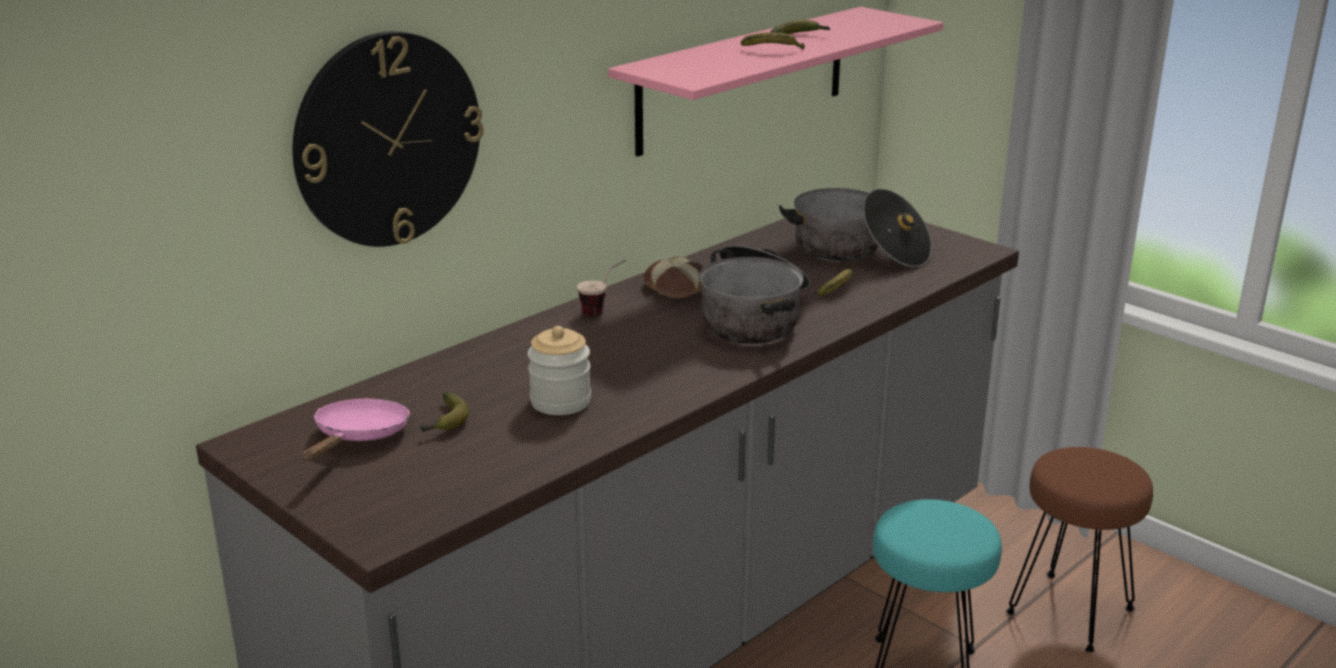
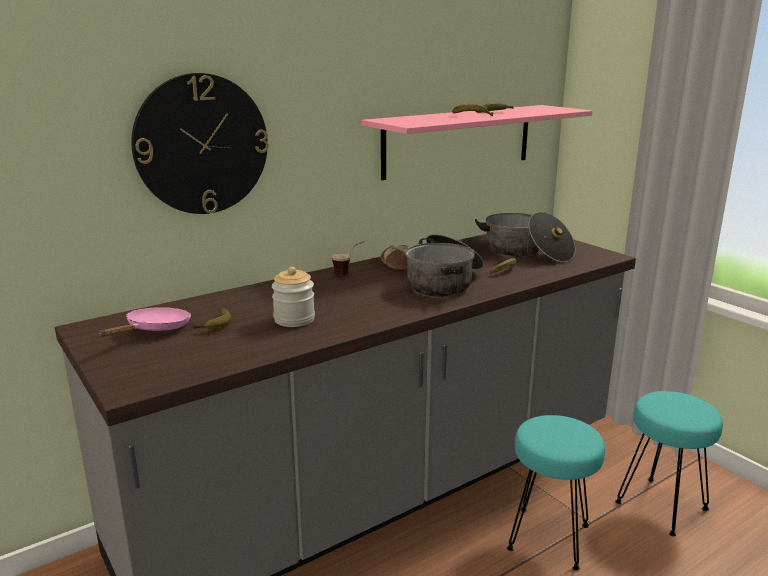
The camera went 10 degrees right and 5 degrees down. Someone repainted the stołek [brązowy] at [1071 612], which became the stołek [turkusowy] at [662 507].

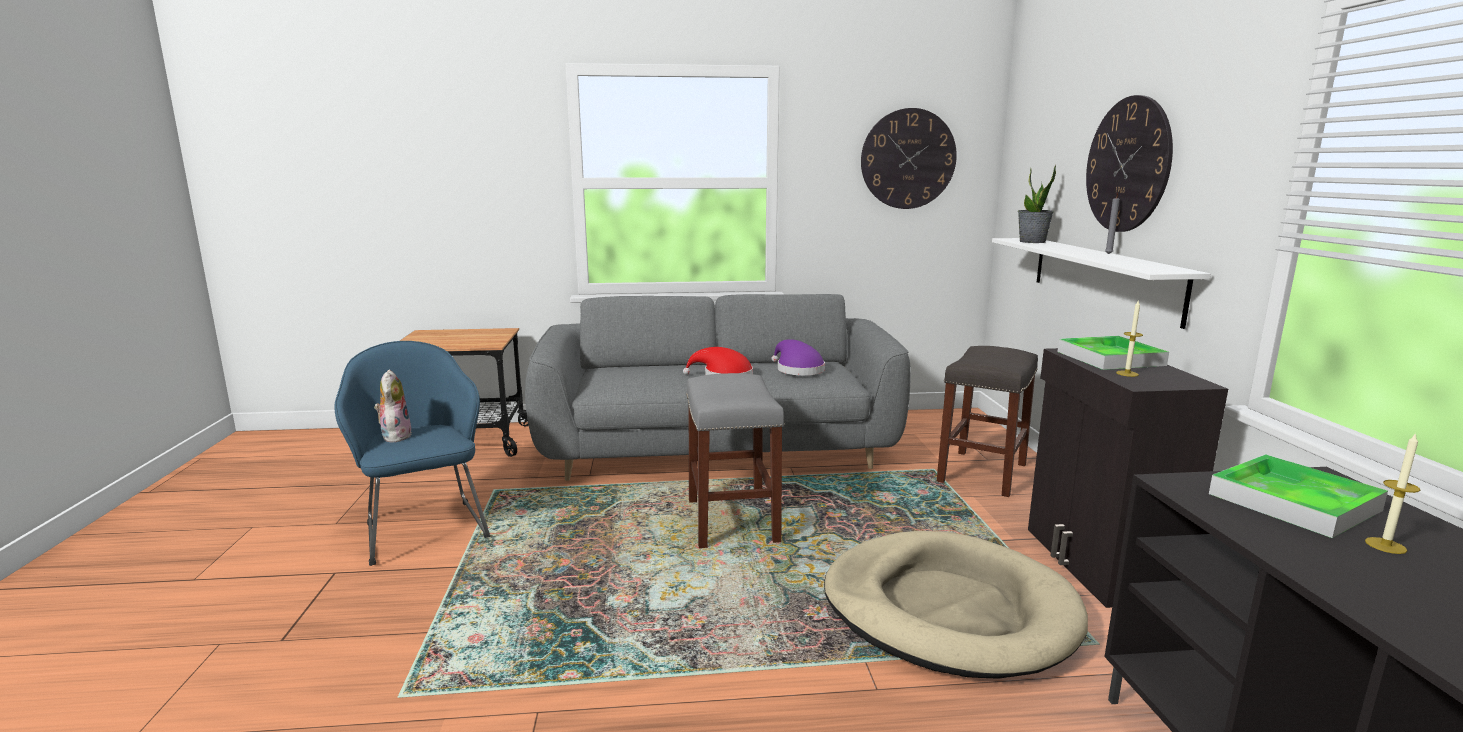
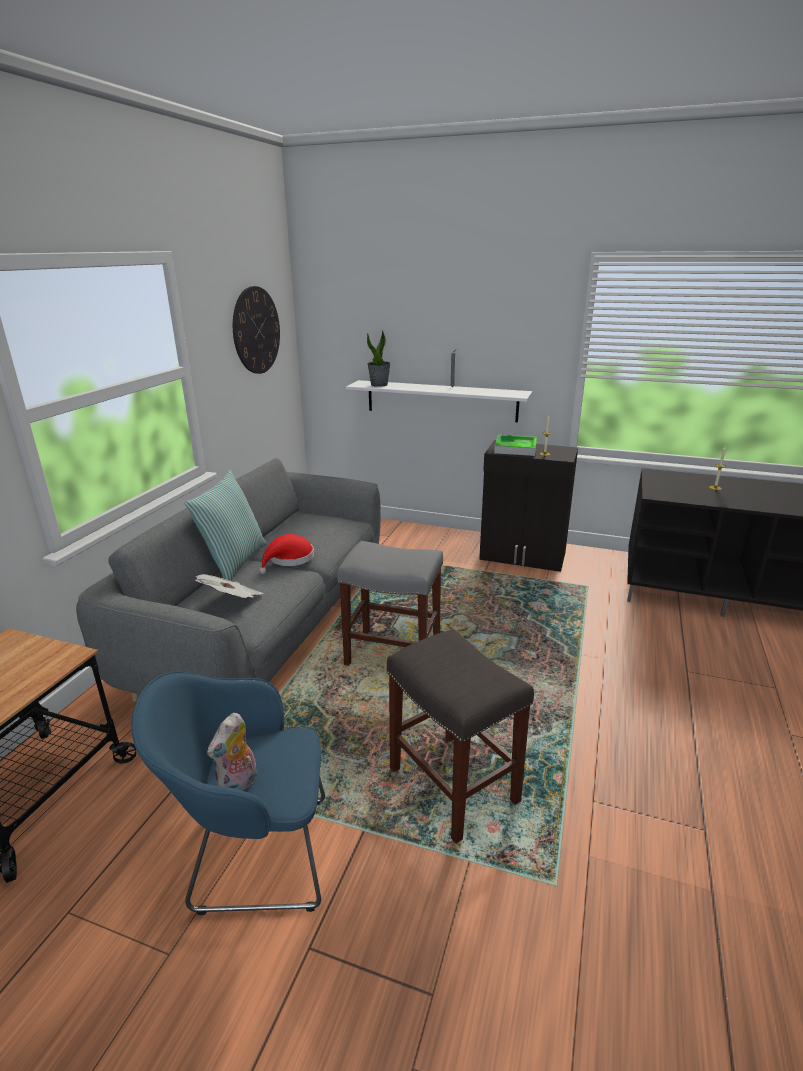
The camera went 65 degrees left and 10 degrees up. Someone took away the zegar ścienny at [1127 165]. Someone took away the kapelusz [fioletowy] at [797 369]. Someone carried the stołek [szary] from [982 472] to [451 783]. Someone rotated the pluszak at [395 436] by 75 degrees counterclockwise. Someone took away the taca at [1293 502]. Someone took away the legowisko [beżowy] at [948 610]. Someone put down the poduszka at [234 562]. Someone put down the gazeta at [231 600].

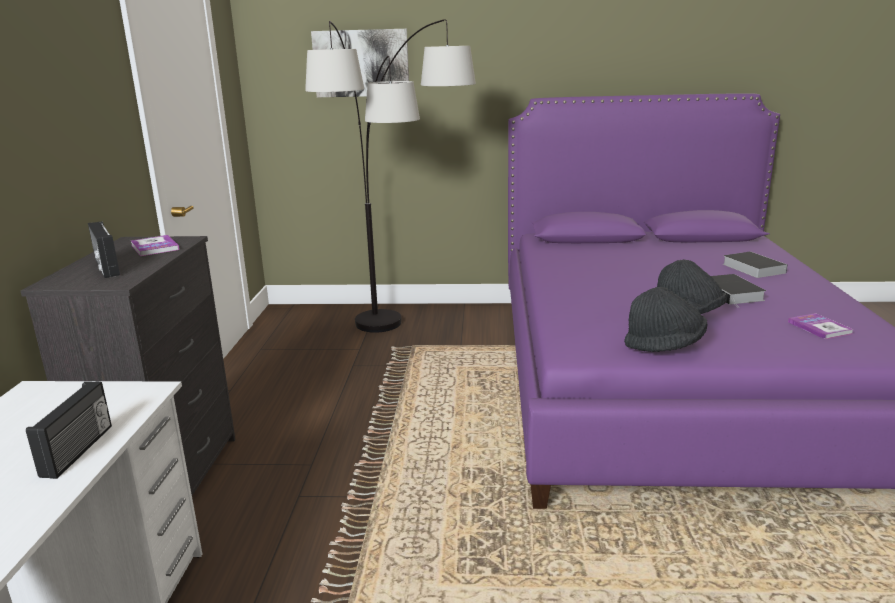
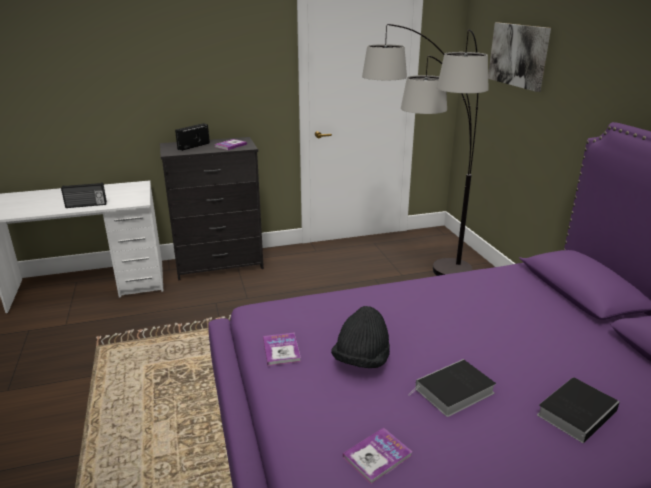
The camera went 70 degrees right and 5 degrees up. Someone swapped the kapelusz [czarny] at [664 345] for the książka at [281 350].

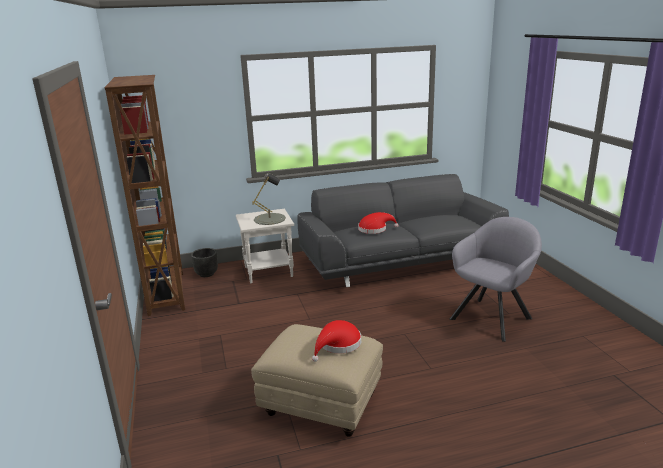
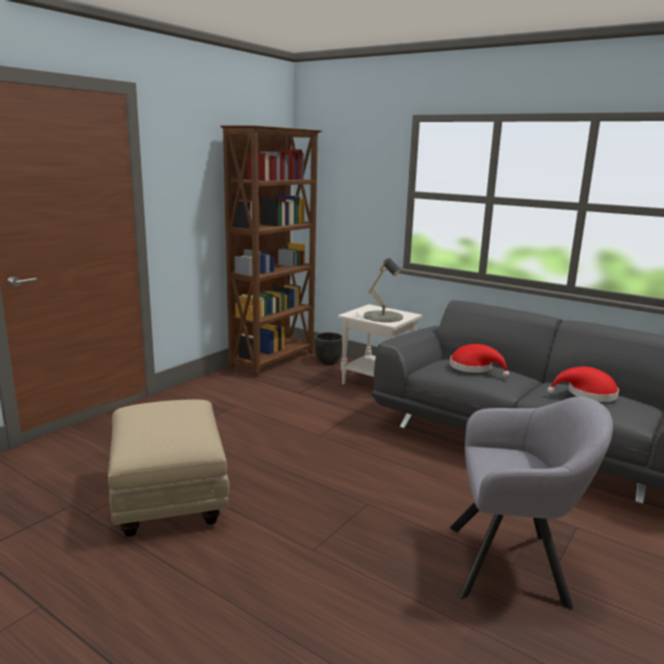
The camera went 50 degrees right and 5 degrees down. Someone carried the kapelusz [czerwony] from [338 345] to [587 394].

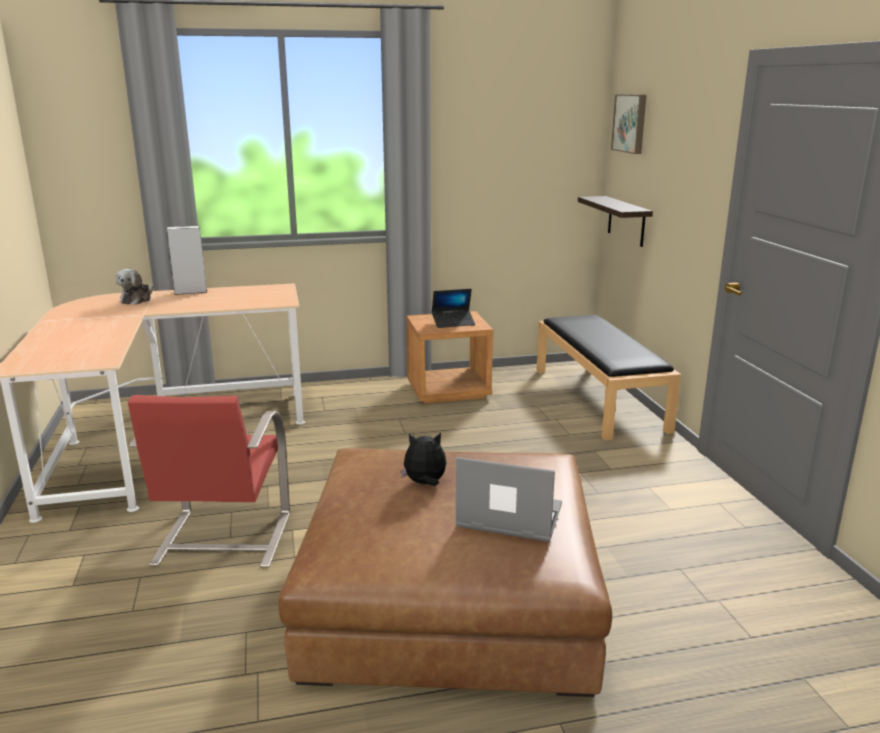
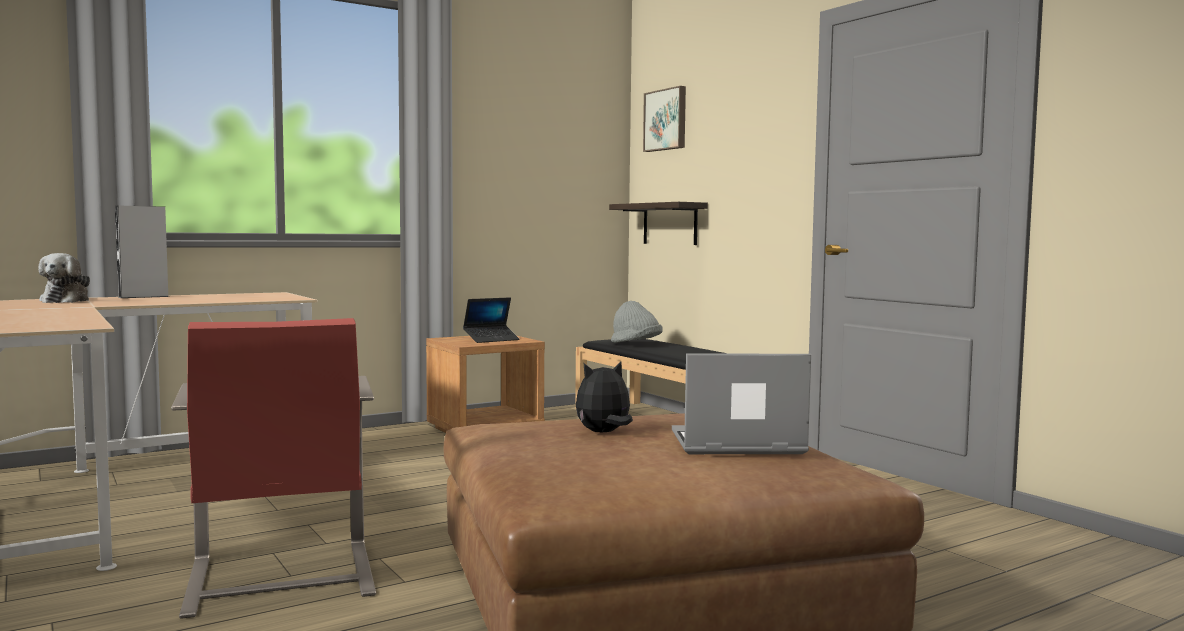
The camera went 20 degrees left and 15 degrees down. Someone put down the kapelusz [szary] at [636 344].

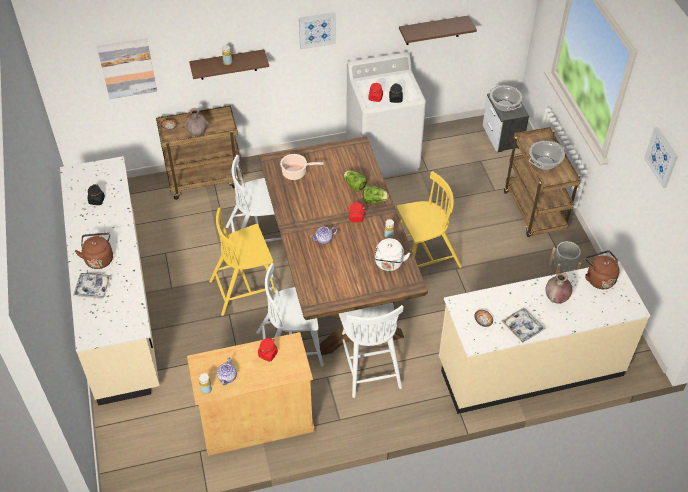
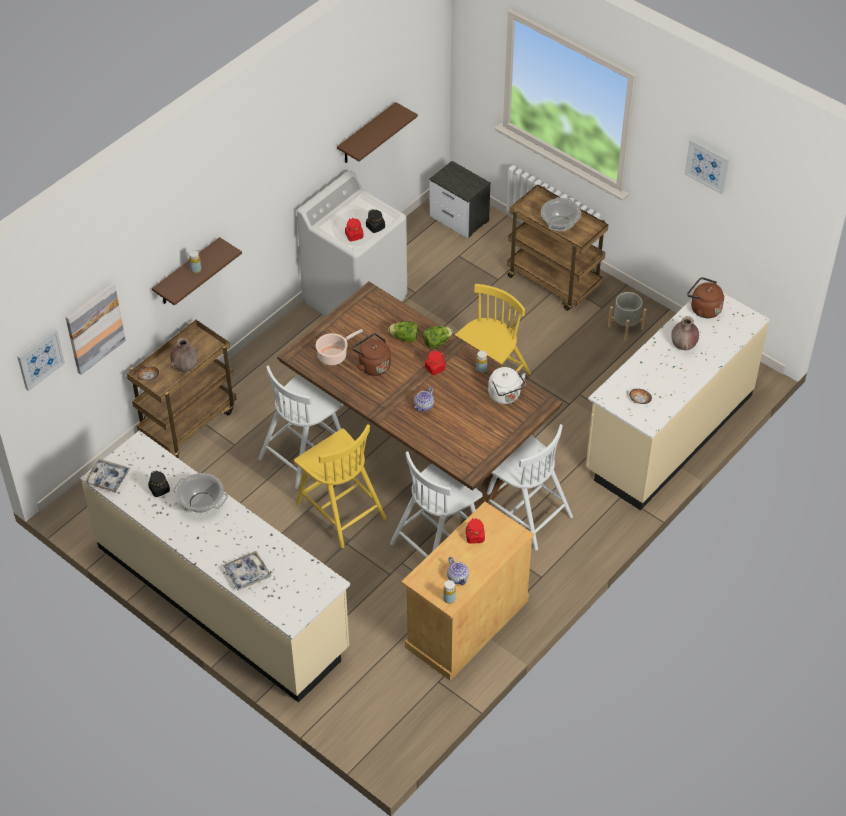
The camera went 35 degrees left and 0 degrees up. Someone carried the obraz from [317 30] to [40 359]. Someone carried the garnek from [504 105] to [201 502]. Someone rotated the krzesło [żółty] at [246 289] by 75 degrees counterclockwise. Someone carried the czajnik [brązowy] from [99 258] to [373 365]. Someone carried the taca from [522 327] to [107 478].

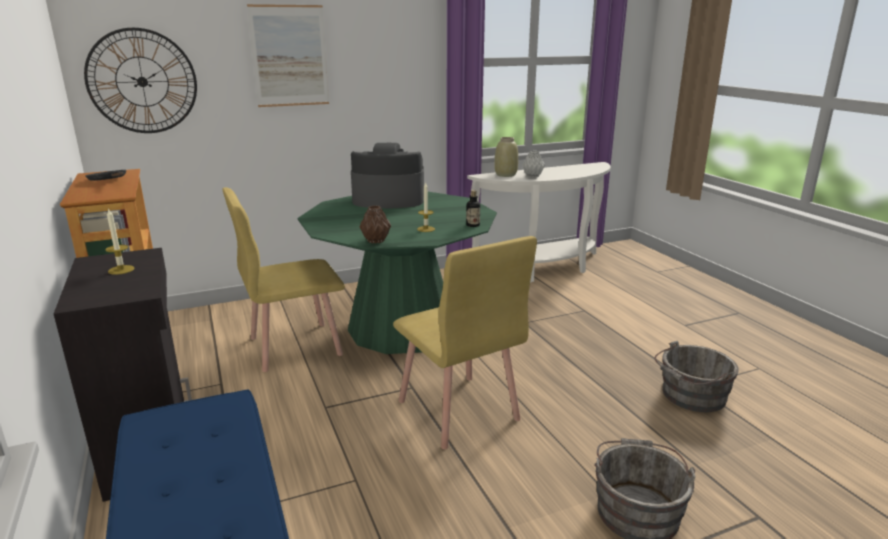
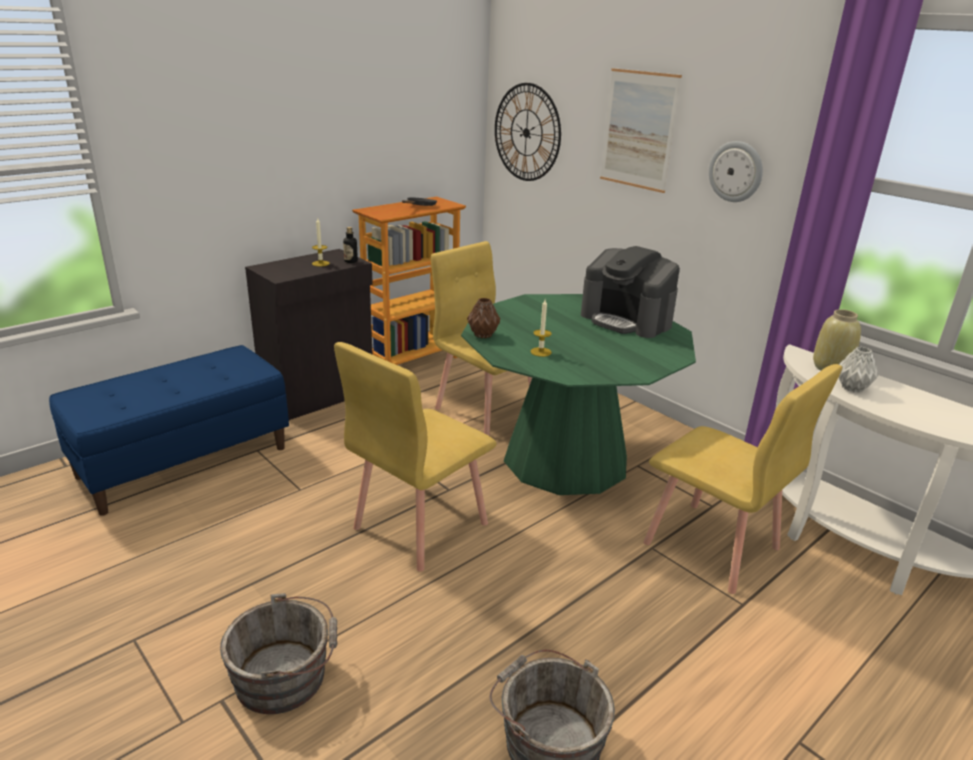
The camera went 70 degrees right and 5 degrees up. Someone rotated the ekspres do kawy at [388 200] by 150 degrees clockwise. Someone carried the butelka from [473 225] to [351 261]. Someone put up the zegar ścienny at [736 171]. Someone put down the krzesło [żółty] at [712 546].

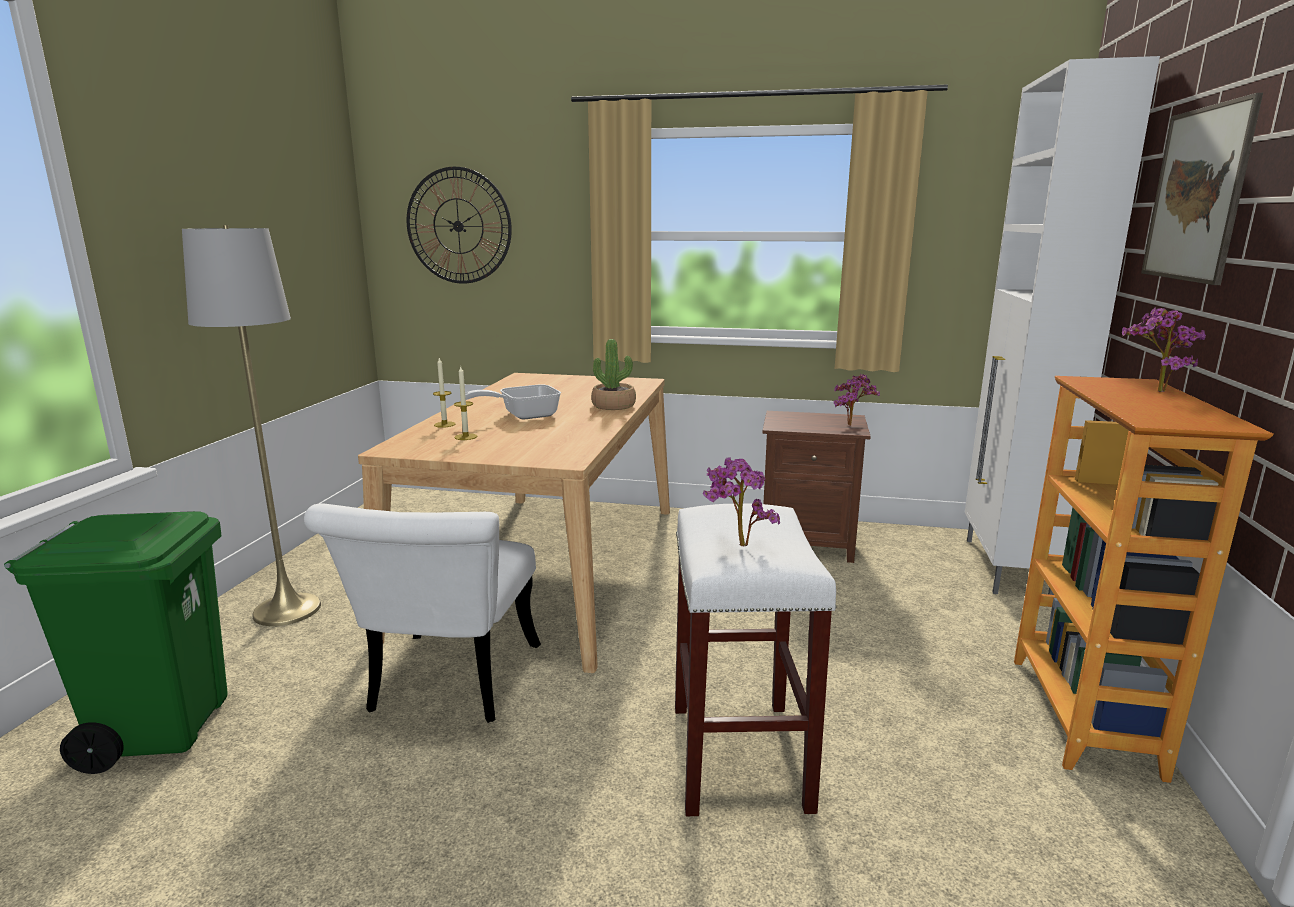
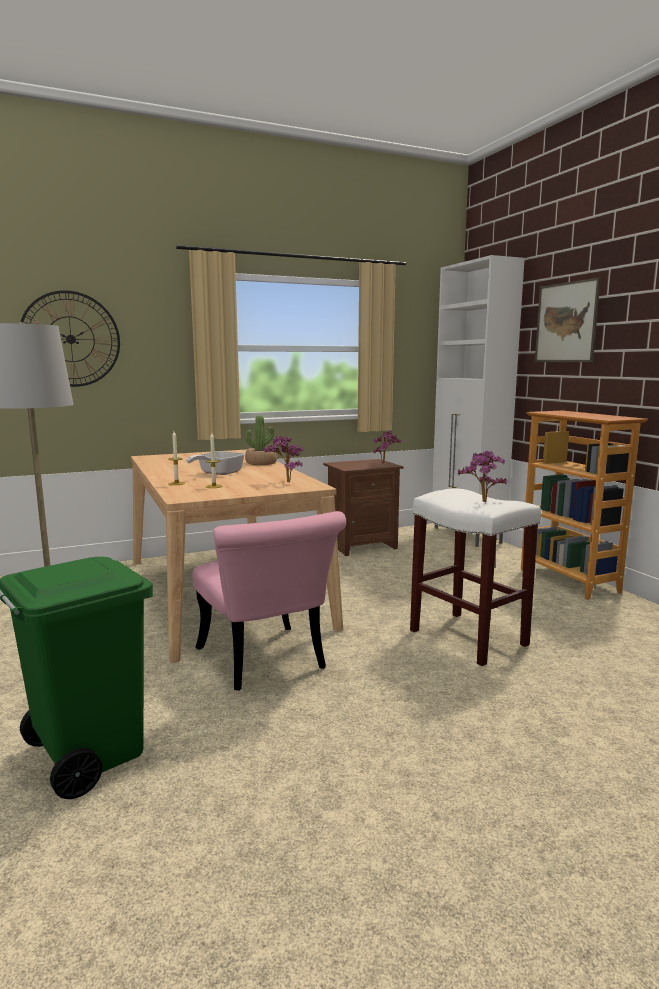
The camera went 35 degrees left and 5 degrees down. Someone carried the roślina doniczkowa from [1154 390] to [285 481]. Someone repainted the krzesło [biały] at [447 686], which became the krzesło [różowy] at [266 663].

